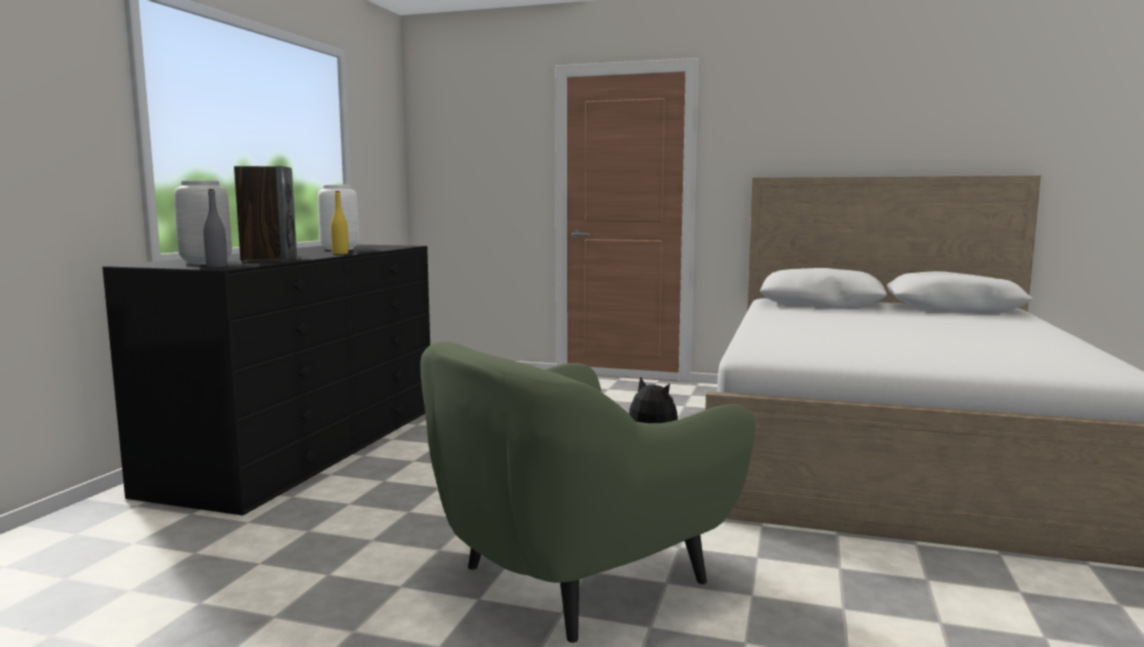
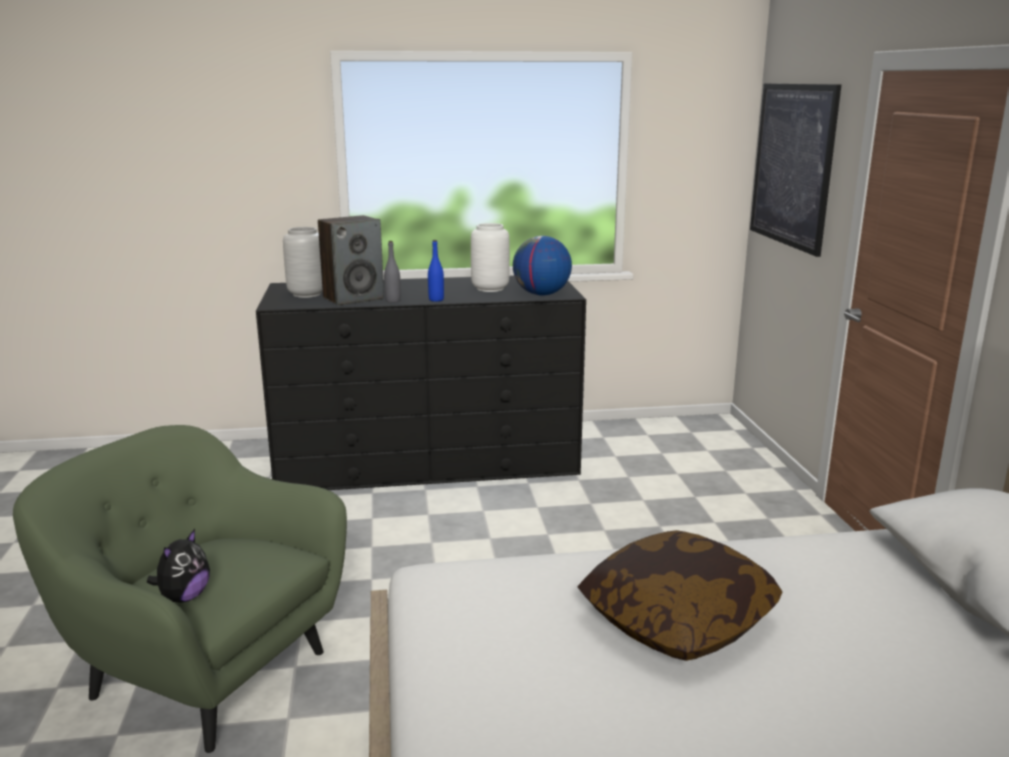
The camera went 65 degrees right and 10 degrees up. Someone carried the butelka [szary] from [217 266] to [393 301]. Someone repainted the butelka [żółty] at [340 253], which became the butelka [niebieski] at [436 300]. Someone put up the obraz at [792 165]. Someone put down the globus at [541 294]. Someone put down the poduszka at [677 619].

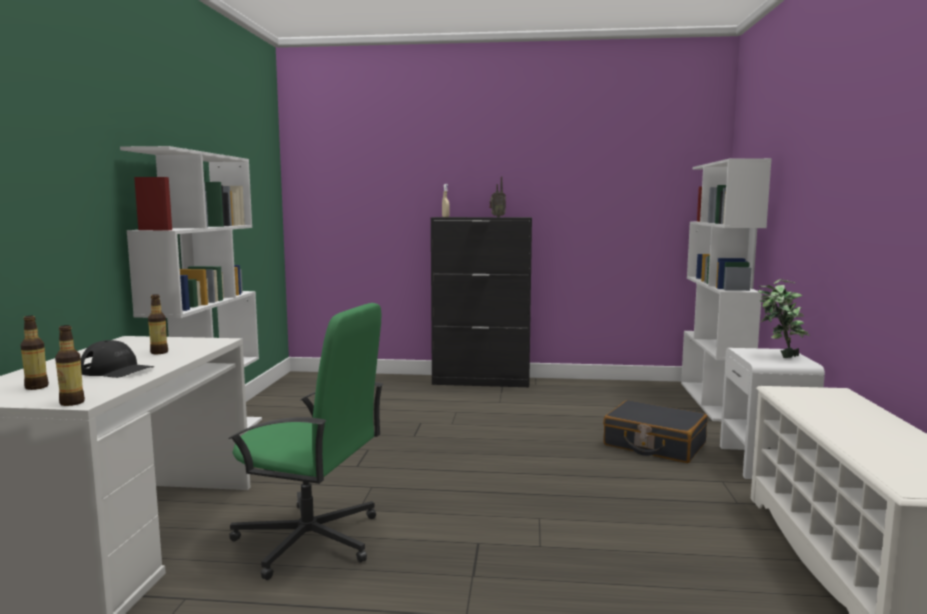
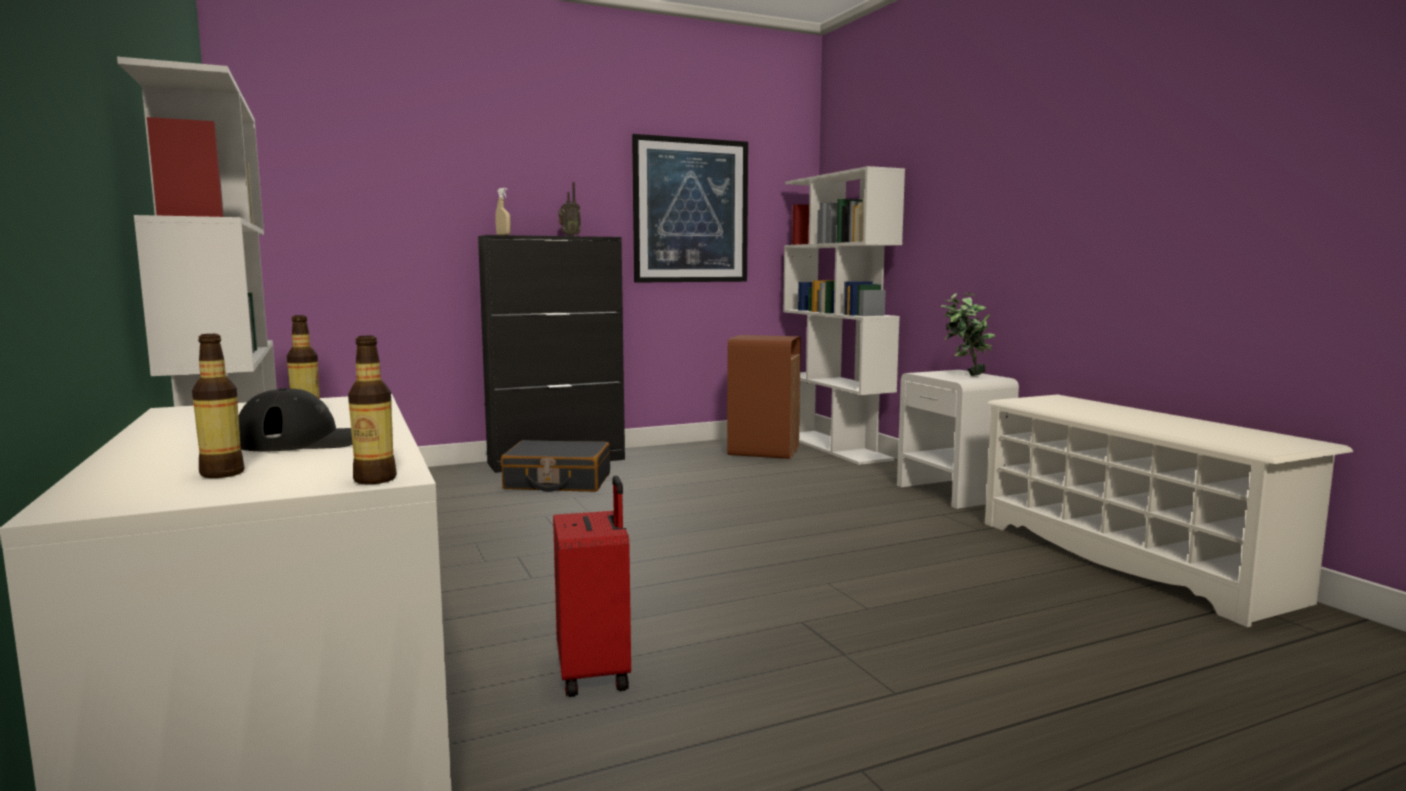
The camera went 30 degrees left and 0 degrees up. Someone swapped the krzesło biurowe [zielony] at [310 540] for the walizka [czerwony] at [596 672]. Someone carried the walizka [czarny] from [654 444] to [557 482]. Someone put up the obraz at [691 211]. Someone put down the kosz na śmieci [brązowy] at [764 452].

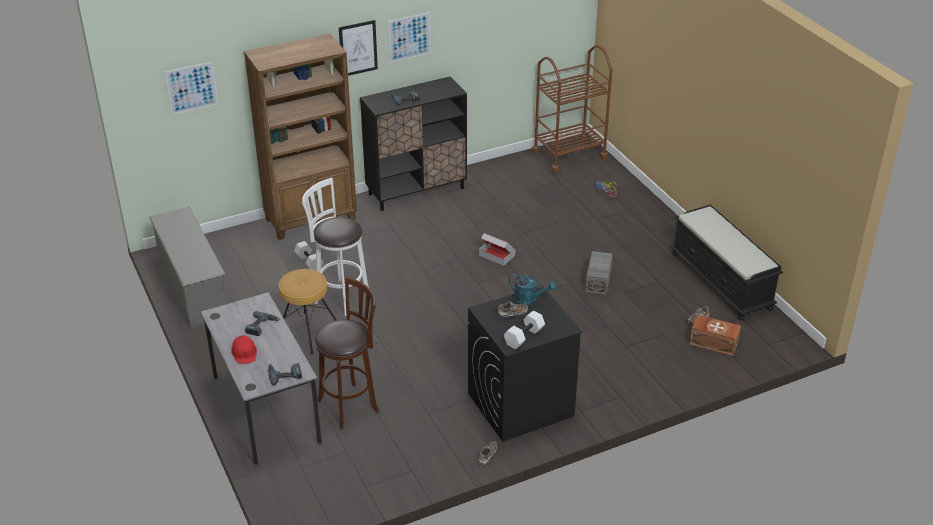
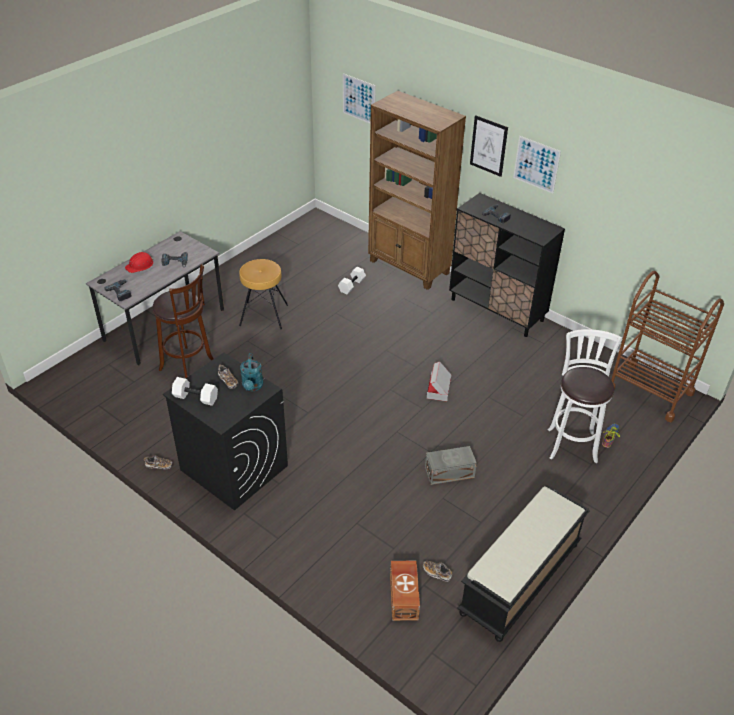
The camera went 65 degrees right and 5 degrees up. Someone carried the stołek [biały] from [340 296] to [571 443]. Someone took away the regał na buty [szary] at [193 289].

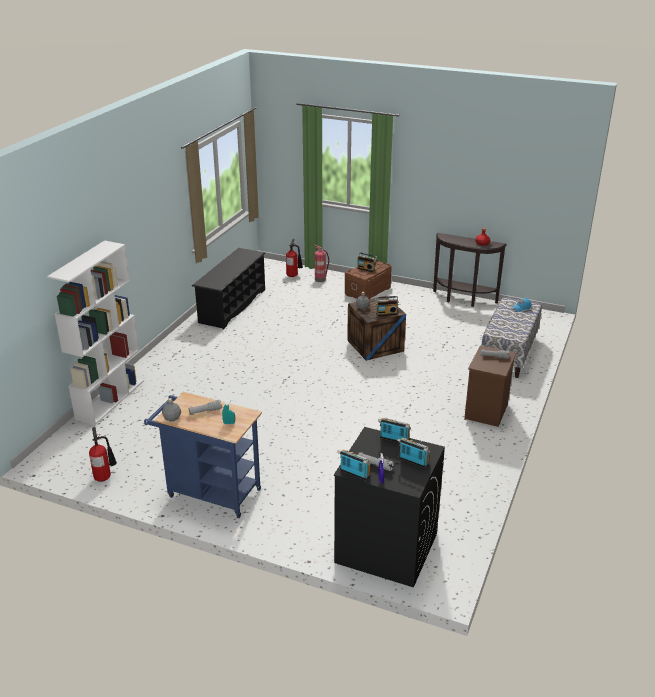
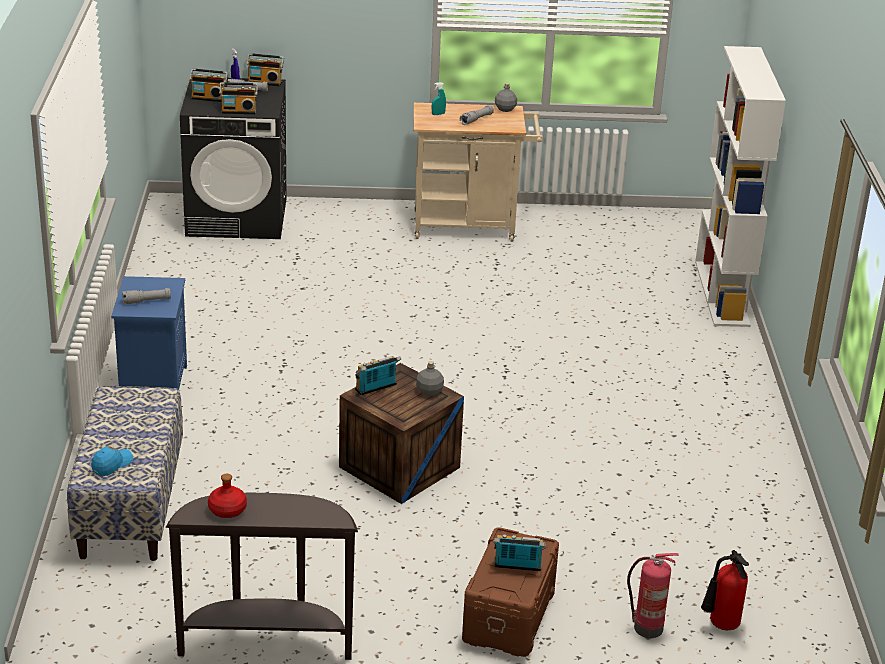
The camera went 155 degrees right and 0 degrees up. Someone took away the regał na buty [czarny] at [232 306]. Someone repainted the szafka nocna [brązowy] at [486 412], which became the szafka nocna [niebieski] at [153 384]. Someone repainted the wózek [niebieski] at [209 492], which became the wózek [beżowy] at [471 226]. Someone took away the gaśnica at [105 476].

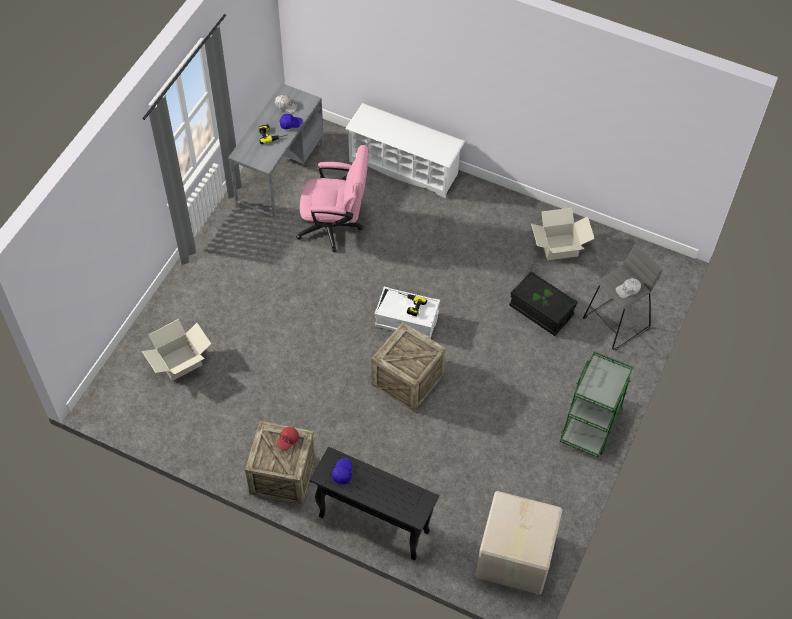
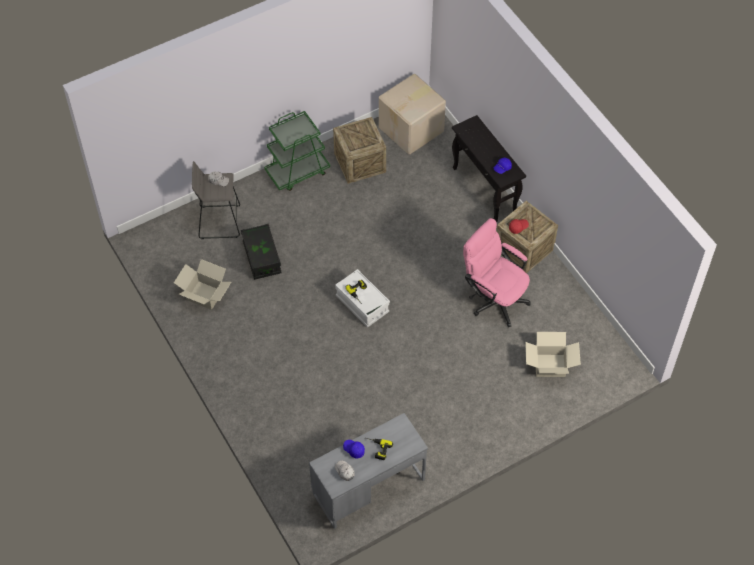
The camera went 145 degrees left and 0 degrees up. Someone took away the regał na buty [biały] at [404 167]. Someone carried the krzesło biurowe [różowy] from [335 227] to [494 298]. Someone carried the skrzynka from [407 380] to [360 163].

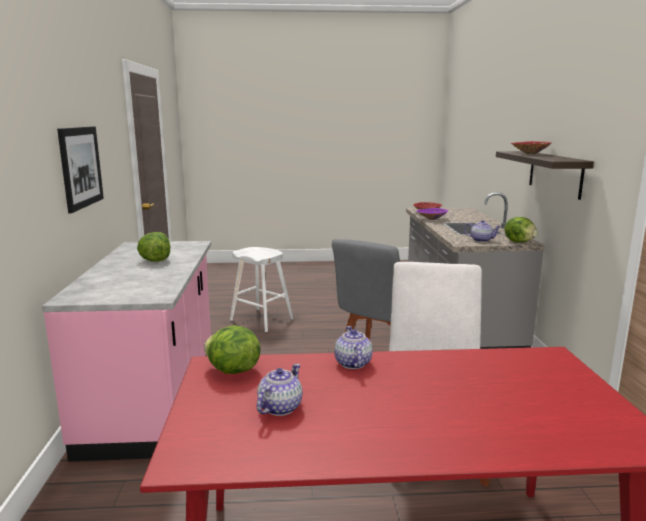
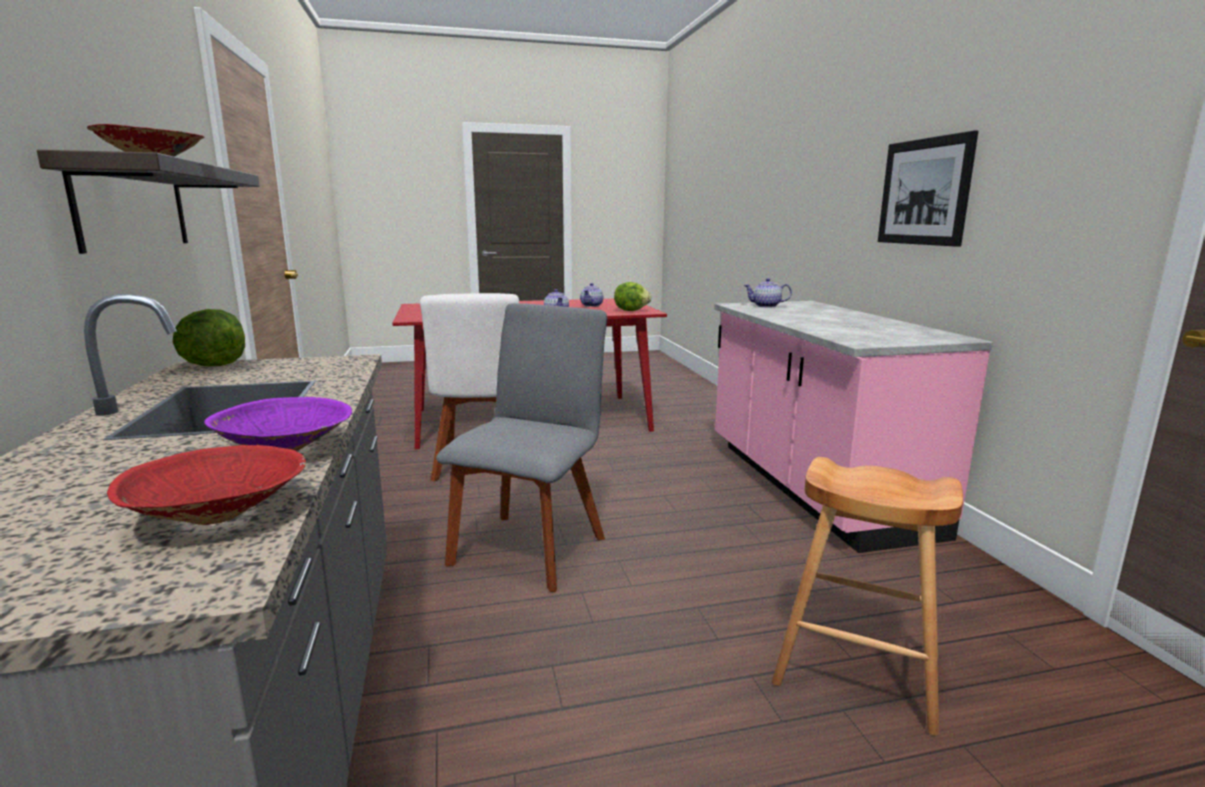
The camera went 170 degrees right and 0 degrees up. Someone carried the imbryk from [481 240] to [766 306]. Someone took away the sałata at [155 260]. Someone repainted the stołek [biały] at [261 320], which became the stołek [brązowy] at [857 670].

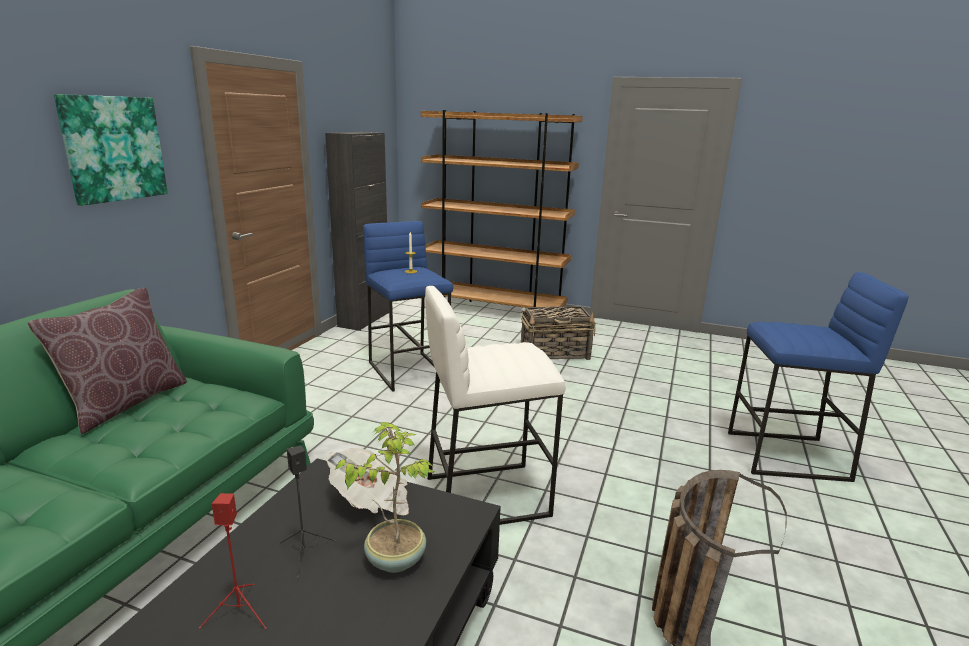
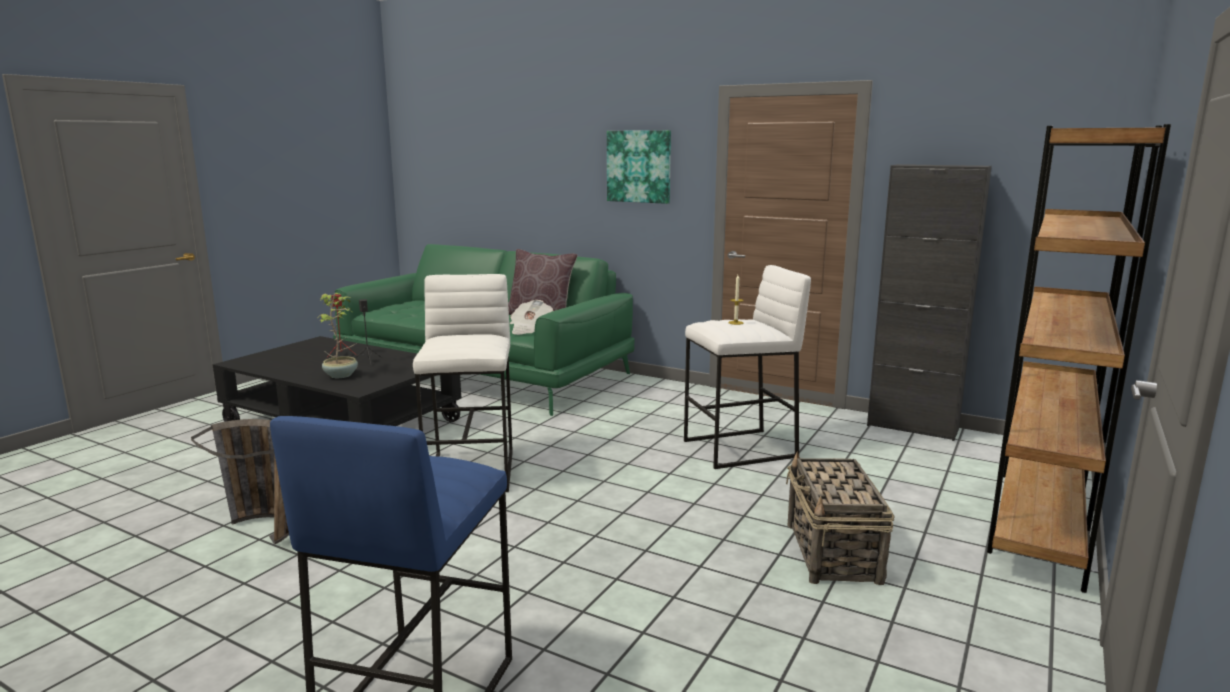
The camera went 100 degrees right and 5 degrees down. Someone repainted the stołek [niebieski] at [409 371], which became the stołek [biały] at [740 449]. Someone carried the gazeta from [371 501] to [530 329].

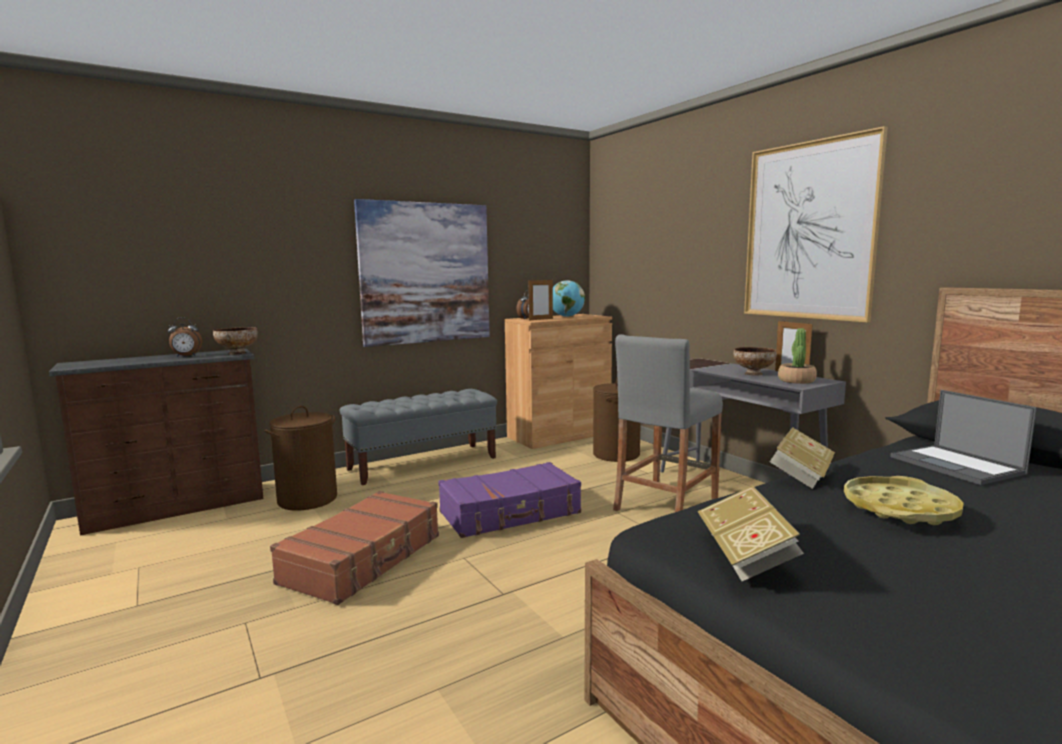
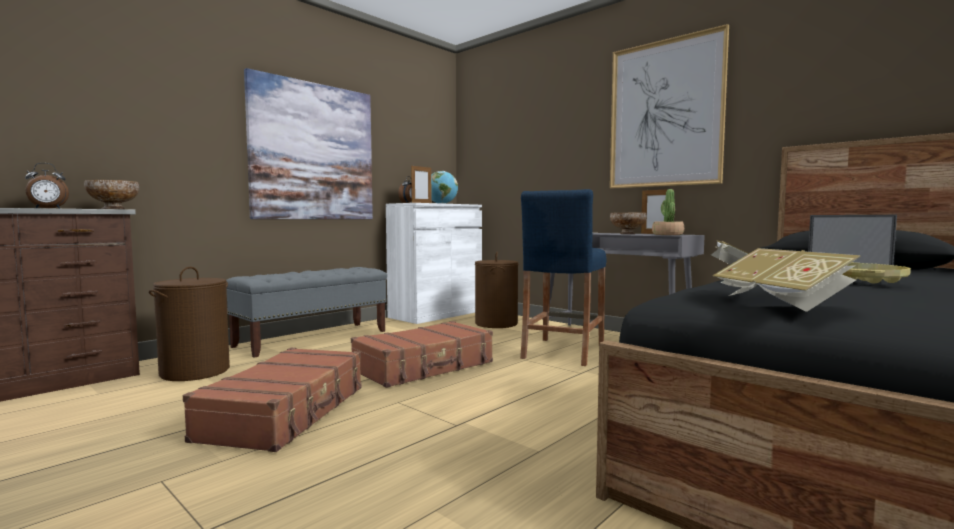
The camera went 15 degrees left and 5 degrees down. Someone repainted the szafka [brązowy] at [559 435], which became the szafka [biały] at [436 314]. Someone repainted the stołek [szary] at [665 504], which became the stołek [niebieski] at [563 351]. Someone repainted the walizka [fioletowy] at [510 513], which became the walizka [brązowy] at [425 367].

